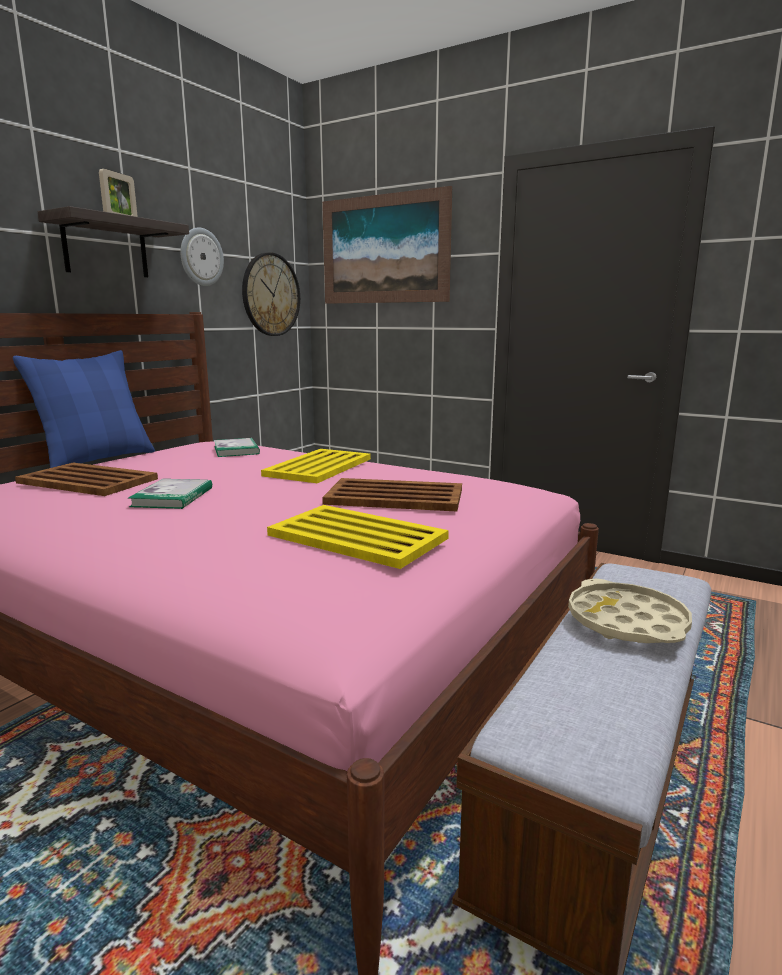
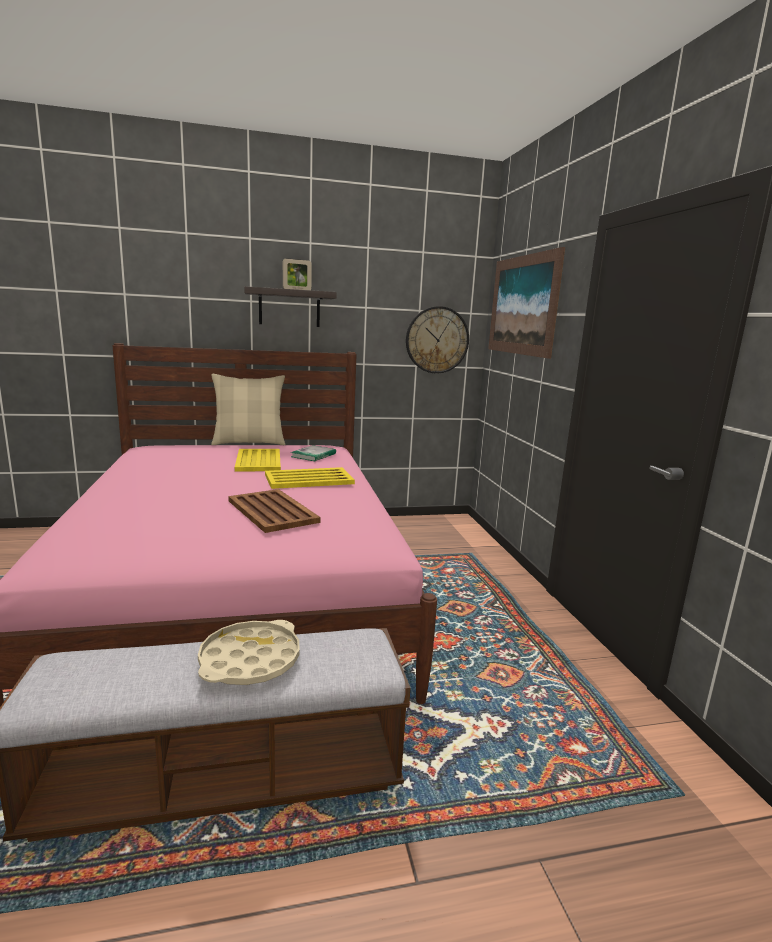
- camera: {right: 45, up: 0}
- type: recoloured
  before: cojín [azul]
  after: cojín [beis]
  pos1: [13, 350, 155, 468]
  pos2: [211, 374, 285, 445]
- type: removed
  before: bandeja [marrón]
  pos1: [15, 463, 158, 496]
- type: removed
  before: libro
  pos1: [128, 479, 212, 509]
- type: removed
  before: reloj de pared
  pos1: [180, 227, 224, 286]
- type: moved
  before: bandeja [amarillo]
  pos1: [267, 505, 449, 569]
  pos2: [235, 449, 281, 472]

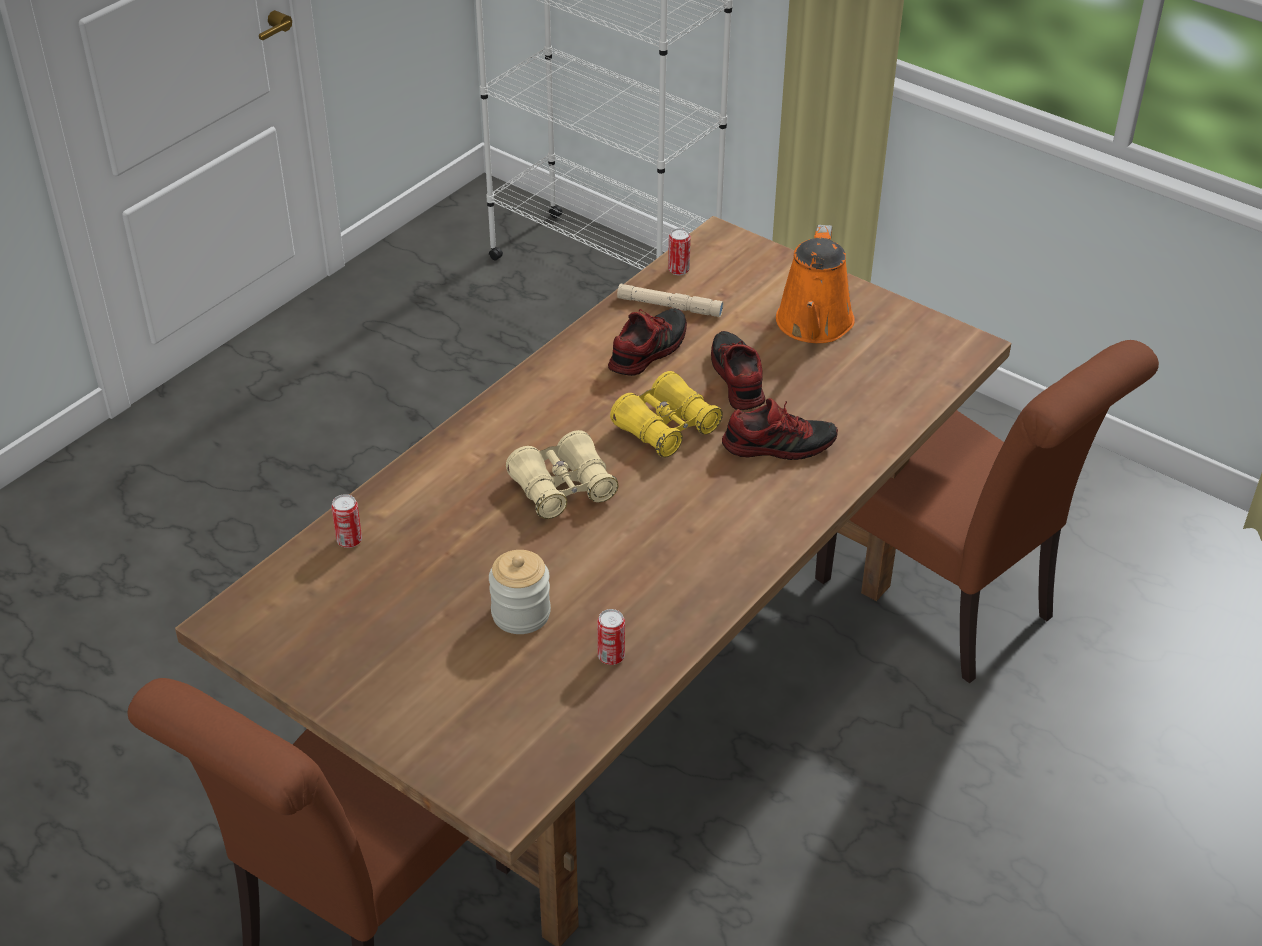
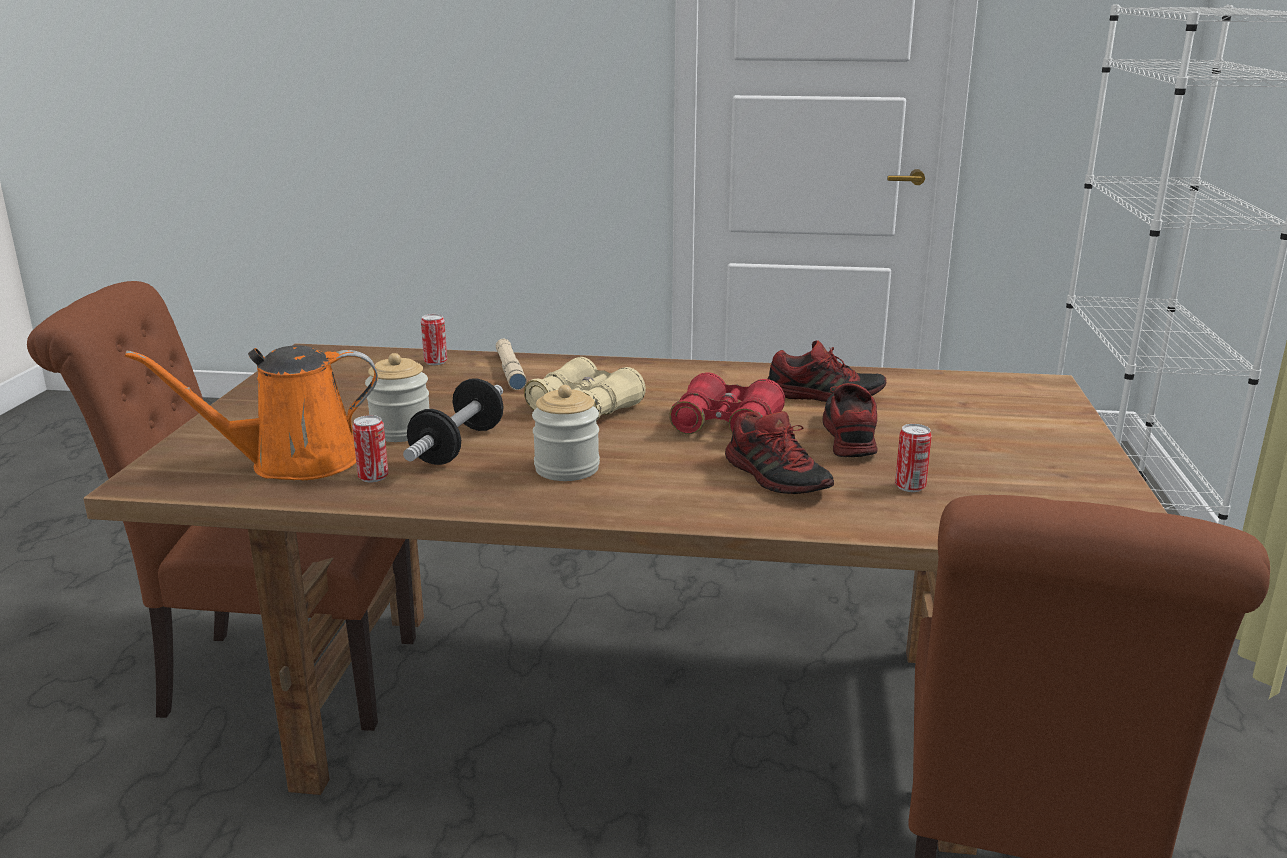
- camera: {right: 60, up: -20}
- type: recoloured
  before: prismáticos [amarillo]
  after: prismáticos [rojo]
  pos1: [610, 371, 723, 458]
  pos2: [669, 372, 785, 434]
- type: moved
  before: linterna [beis]
  pos1: [617, 284, 723, 317]
  pos2: [496, 339, 527, 390]
- type: moved
  before: lata
  pos1: [668, 228, 691, 275]
  pos2: [895, 424, 932, 492]
- type: turned
  before: zapato
  pos1: [711, 331, 765, 410]
  pos2: [823, 383, 878, 457]
  turn: -45
- type: moved
  before: regadera [naranja]
  pos1: [776, 225, 855, 343]
  pos2: [125, 345, 378, 480]
- type: added
  after: mancuerna
  pos2: [403, 378, 504, 465]
- type: added
  after: tarro
  pos2: [532, 385, 600, 481]

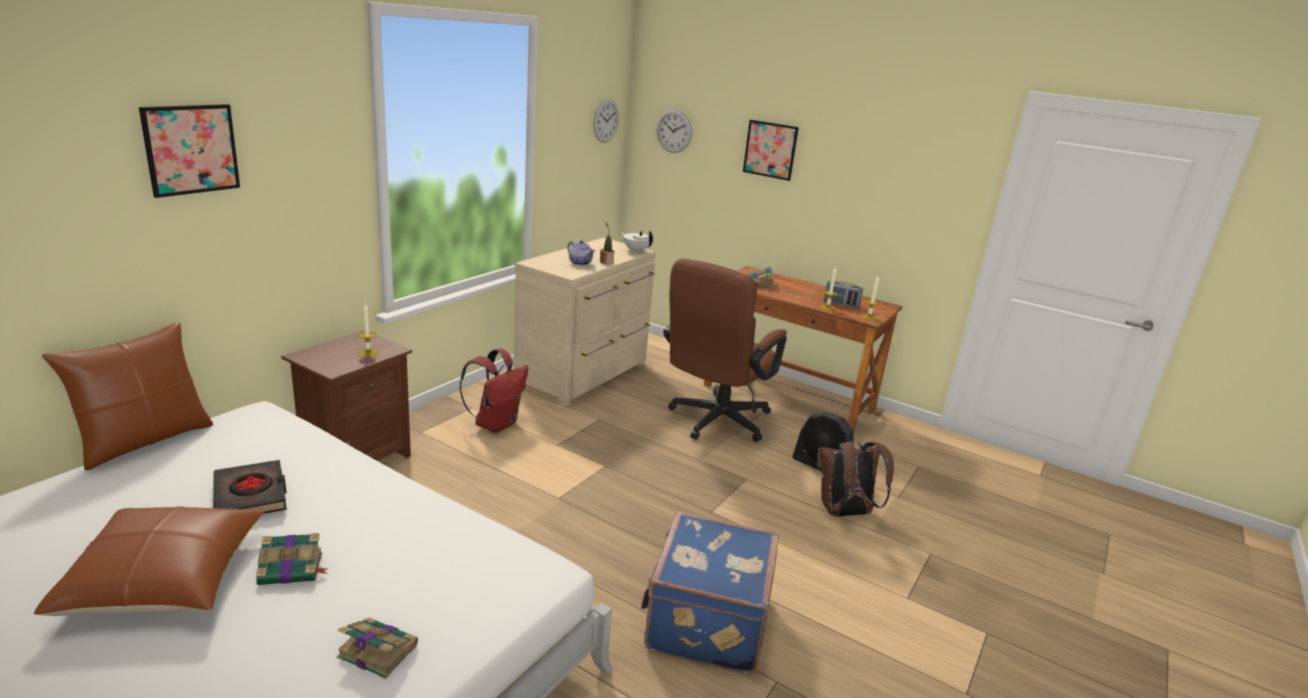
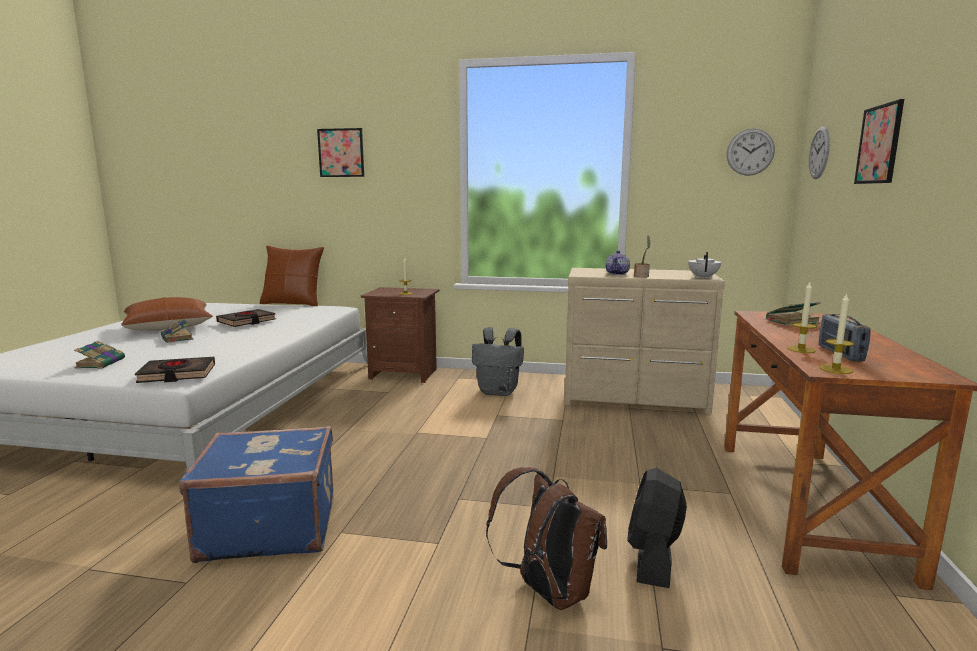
- camera: {right: 70, up: -10}
- type: recoloured
  before: mochila [rojo]
  after: mochila [gris]
  pos1: [460, 349, 528, 433]
  pos2: [472, 327, 524, 396]
- type: removed
  before: silla de oficina [marrón]
  pos1: [663, 259, 787, 442]
- type: added
  after: libro [negro]
  pos2: [135, 357, 215, 383]

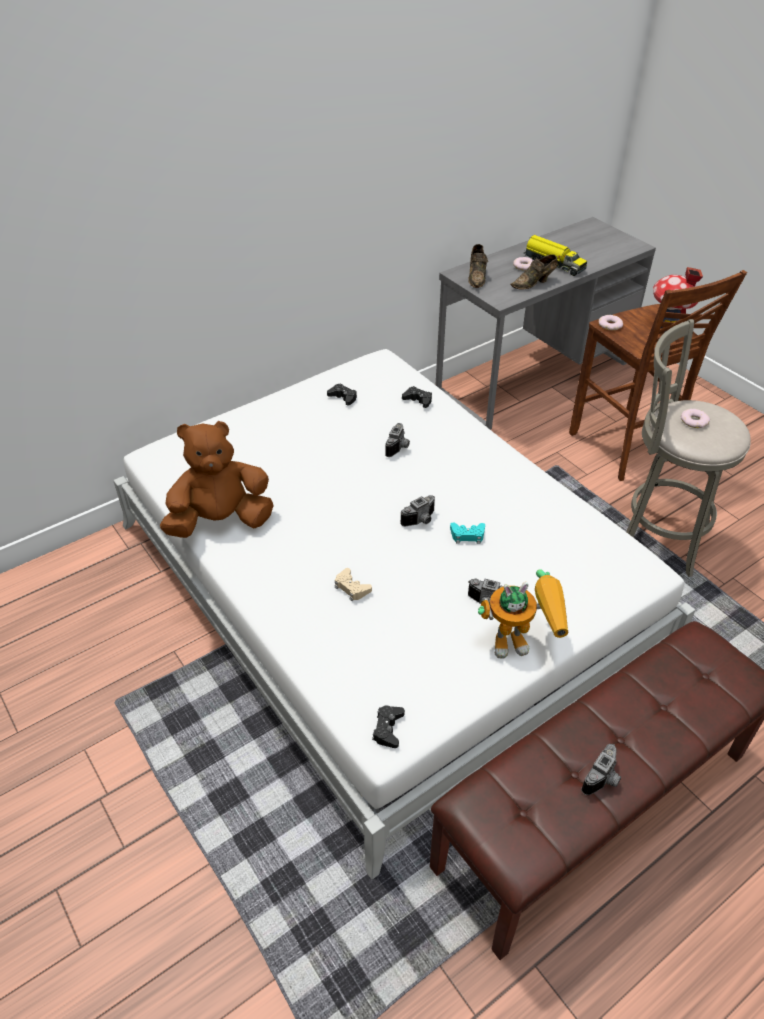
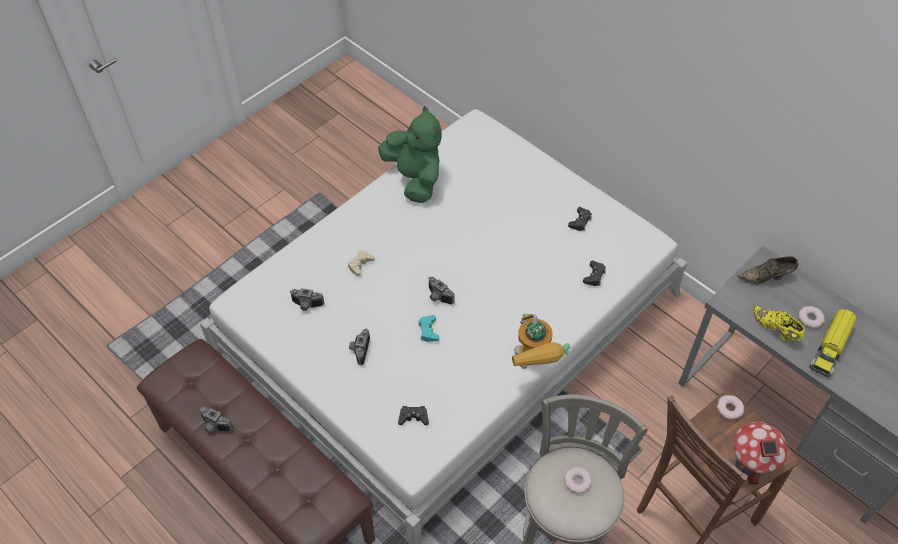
- camera: {right: 80, up: 10}
- type: recoloured
  before: peluche [marrón]
  after: peluche [verde]
  pos1: [160, 421, 274, 538]
  pos2: [378, 106, 442, 203]
- type: moved
  before: mando de consola [negro]
  pos1: [372, 705, 405, 748]
  pos2: [398, 406, 429, 425]
- type: moved
  before: cámara
  pos1: [385, 423, 410, 457]
  pos2: [290, 288, 324, 311]
- type: moved
  before: robot de juguete
  pos1: [478, 569, 569, 658]
  pos2: [512, 313, 570, 369]
- type: recoloured
  before: zapato [marrón]
  after: zapato [amarillo]
  pos1: [511, 254, 558, 289]
  pos2: [753, 304, 805, 341]

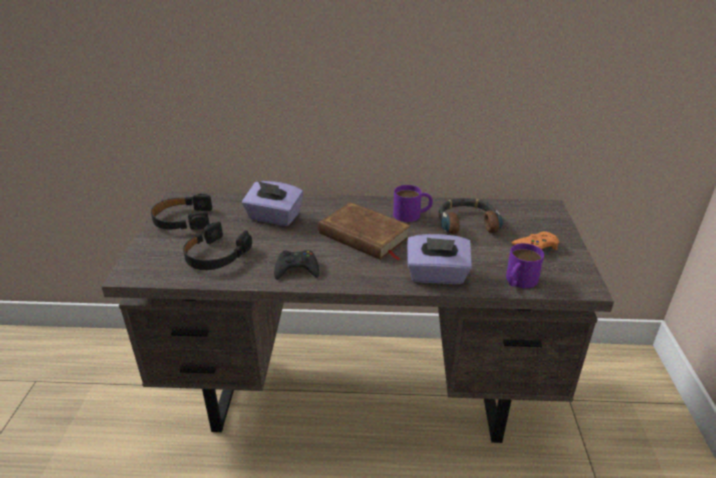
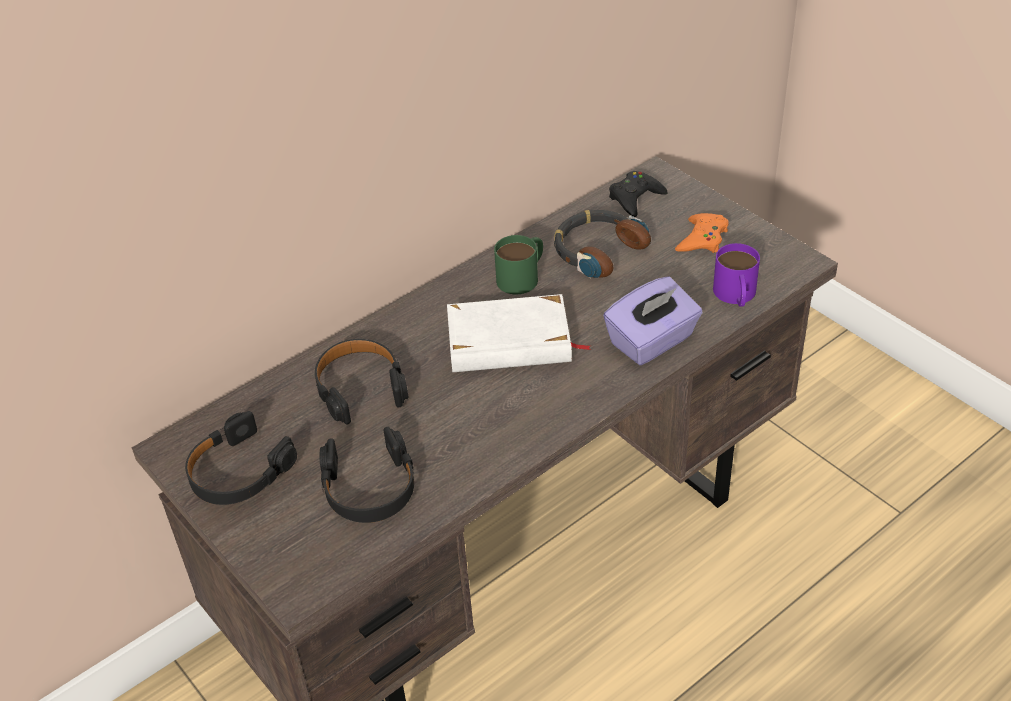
- camera: {right: -40, up: 10}
- type: replaced
  before: caja de pañuelos [morado]
  after: auriculares [negro]
  pos1: [242, 181, 303, 226]
  pos2: [315, 339, 409, 425]
- type: moved
  before: mando de consola [negro]
  pos1: [274, 250, 320, 280]
  pos2: [609, 171, 668, 217]
- type: recoloured
  before: libro [marrón]
  after: libro [blanco]
  pos1: [319, 202, 411, 261]
  pos2: [447, 294, 591, 372]
- type: recoloured
  before: taza grande [morado]
  after: taza grande [verde]
  pos1: [393, 185, 433, 222]
  pos2: [494, 235, 543, 294]

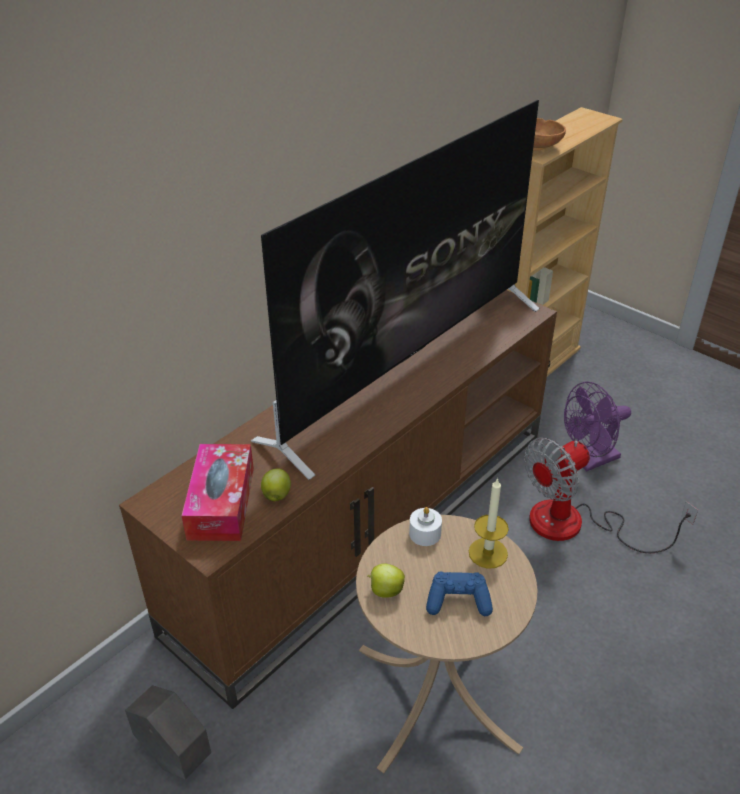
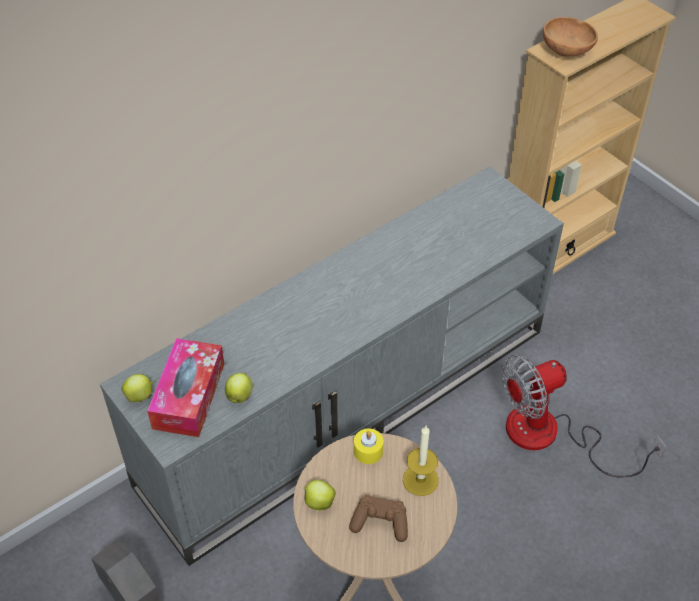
- camera: {right: 10, up: 10}
- type: recoloured
  before: mueble de televisión [marrón]
  after: mueble de televisión [gris]
  pos1: [119, 290, 557, 709]
  pos2: [100, 166, 564, 566]
- type: removed
  before: televisor
  pos1: [251, 100, 540, 480]
- type: recoloured
  before: vela [blanco]
  after: vela [amarillo]
  pos1: [409, 507, 442, 546]
  pos2: [354, 428, 384, 464]
- type: recoloured
  before: mando de consola [azul]
  after: mando de consola [marrón]
  pos1: [426, 572, 493, 616]
  pos2: [349, 495, 408, 542]
- type: removed
  before: ventilador [morado]
  pos1: [564, 382, 631, 471]
- type: added
  after: manzana
  pos2: [122, 374, 153, 402]

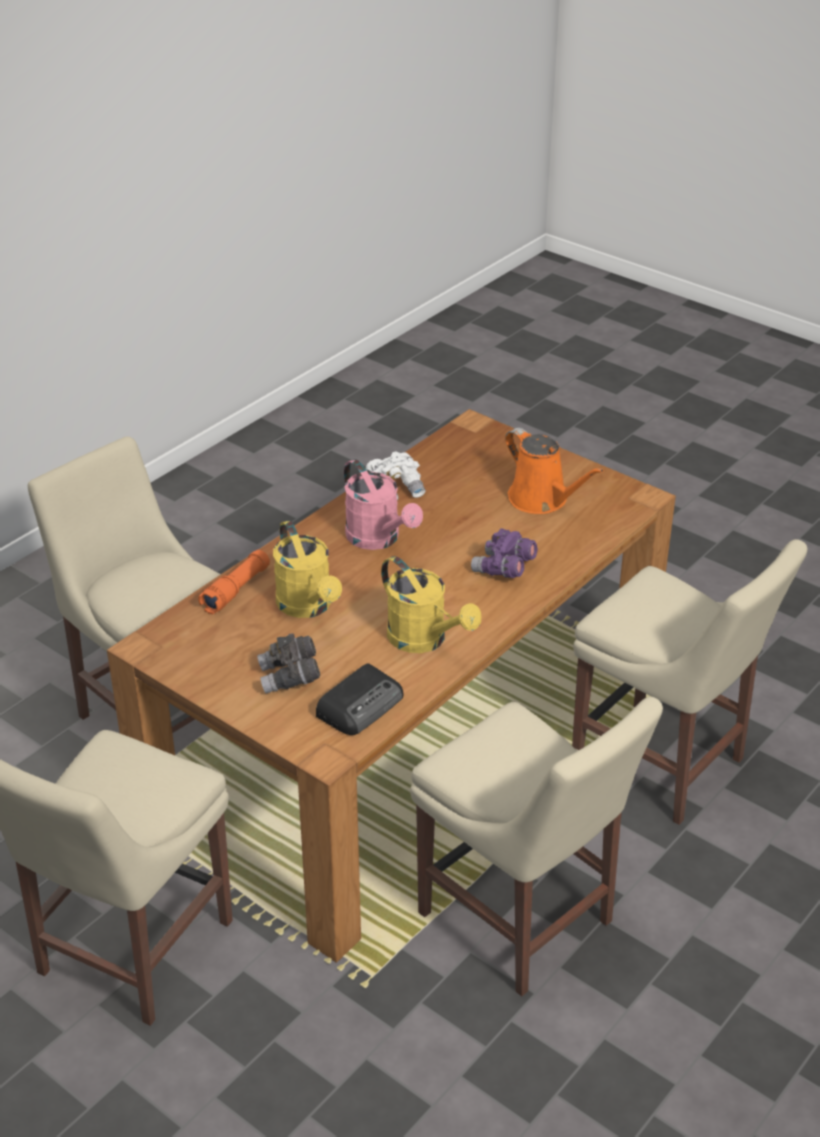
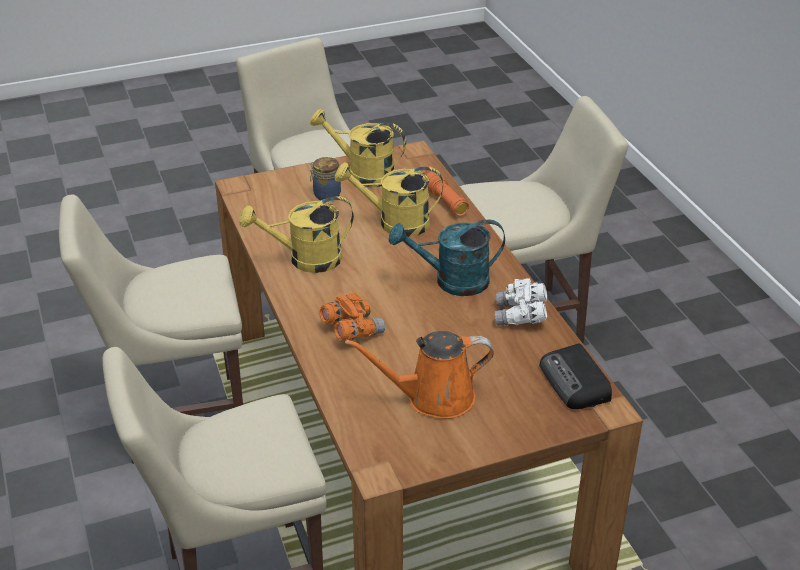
- camera: {right: 120, up: 0}
- type: replaced
  before: prismáticos [gris]
  after: tarro
  pos1: [257, 634, 320, 693]
  pos2: [310, 157, 341, 200]
- type: moved
  before: radio
  pos1: [316, 664, 404, 735]
  pos2: [540, 343, 612, 409]
- type: recoloured
  before: regadera [rosa]
  after: regadera [turquesa]
  pos1: [344, 459, 423, 550]
  pos2: [389, 220, 505, 296]
- type: recoloured
  before: prismáticos [morado]
  after: prismáticos [naranja]
  pos1: [471, 528, 538, 578]
  pos2: [319, 292, 385, 341]
- type: added
  after: regadera [amarillo]
  pos2: [310, 109, 406, 187]

